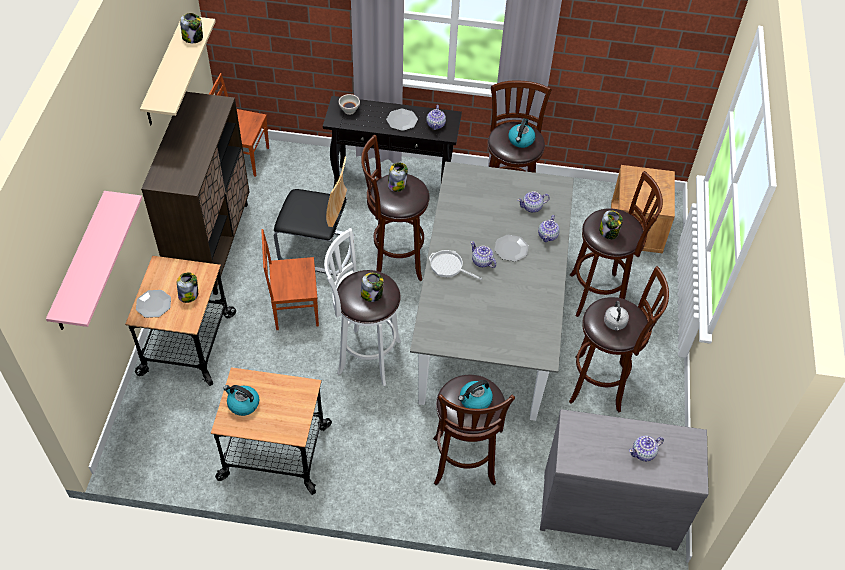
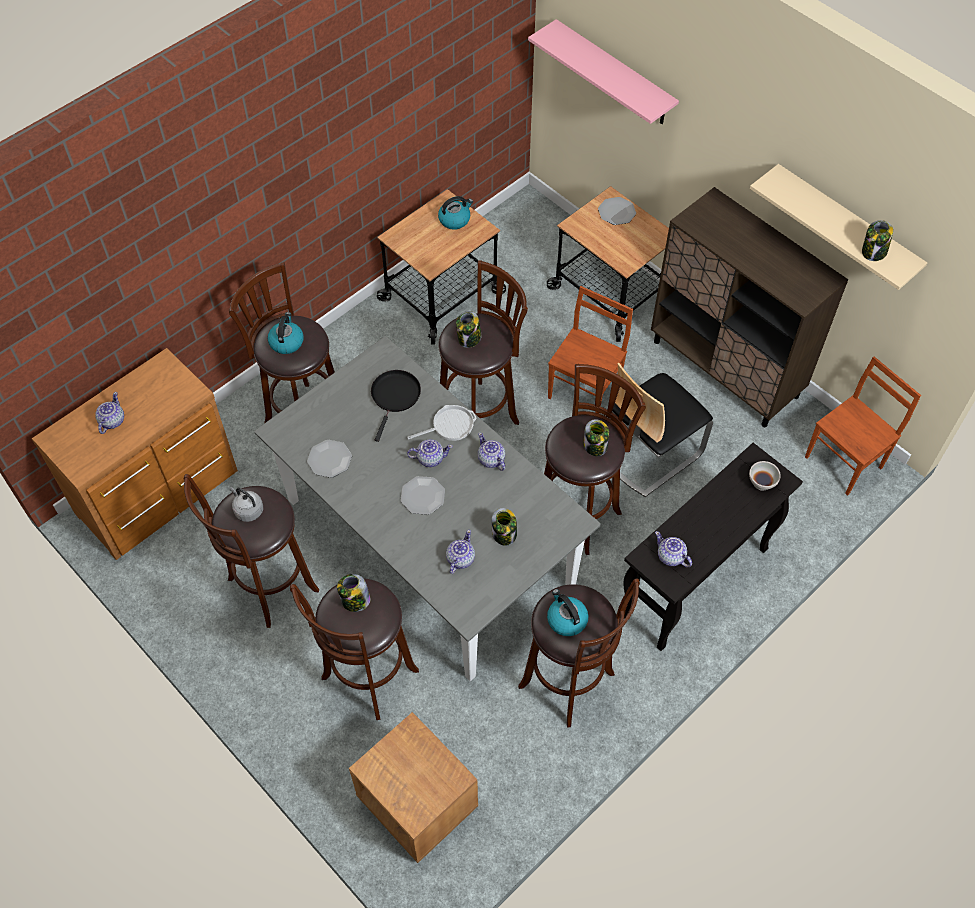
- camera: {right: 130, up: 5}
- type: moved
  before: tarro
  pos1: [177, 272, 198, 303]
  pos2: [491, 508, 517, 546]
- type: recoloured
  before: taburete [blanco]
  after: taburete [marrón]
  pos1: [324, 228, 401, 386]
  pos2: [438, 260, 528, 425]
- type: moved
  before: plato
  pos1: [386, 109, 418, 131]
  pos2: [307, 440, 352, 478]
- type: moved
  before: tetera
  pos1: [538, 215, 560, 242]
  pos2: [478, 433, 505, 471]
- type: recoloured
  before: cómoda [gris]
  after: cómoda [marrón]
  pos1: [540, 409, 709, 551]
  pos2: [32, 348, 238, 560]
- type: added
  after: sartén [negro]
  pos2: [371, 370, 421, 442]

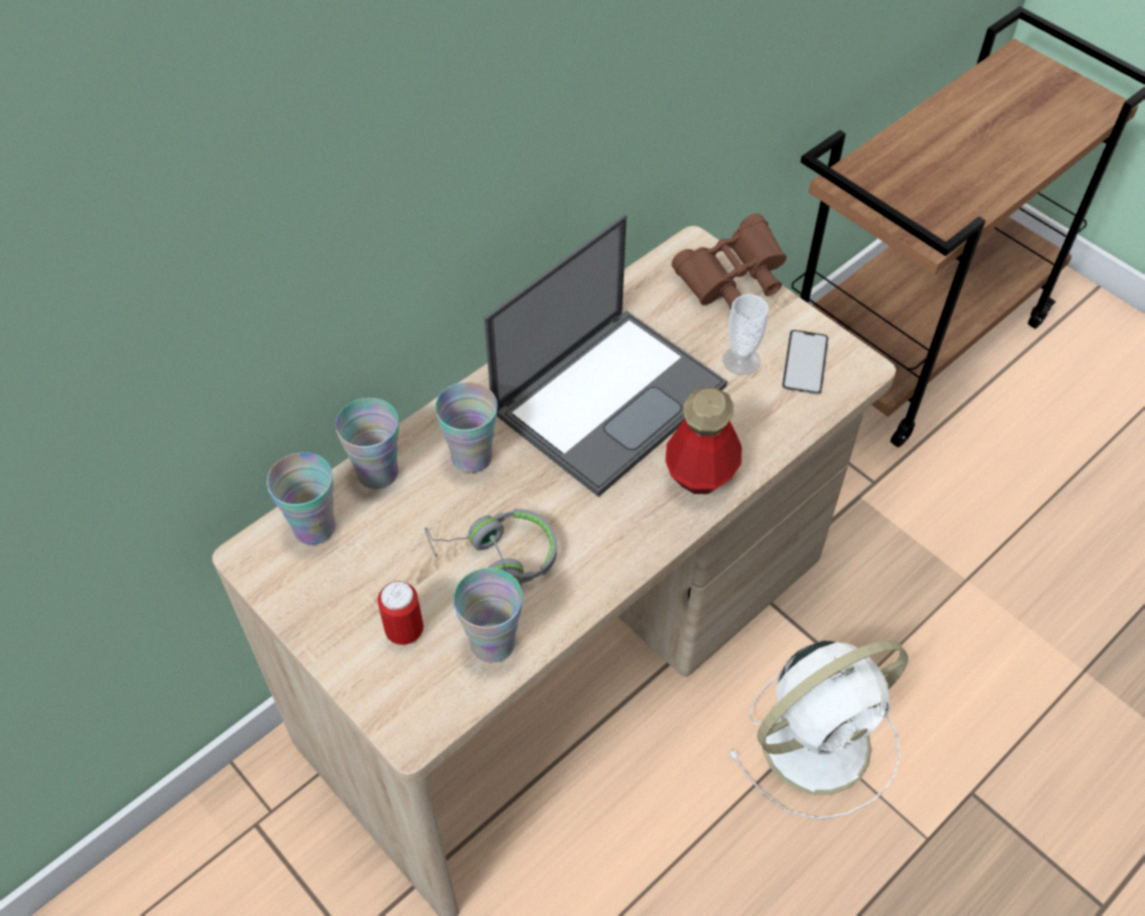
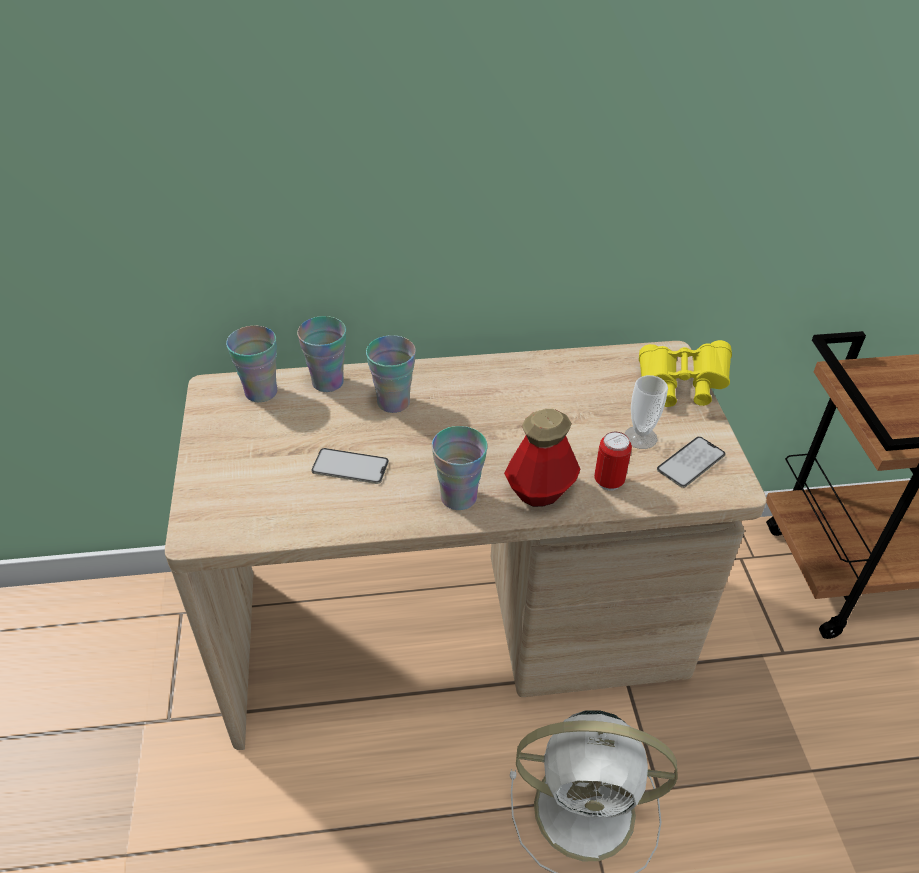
- camera: {right: 35, up: -10}
- type: moved
  before: lata
  pos1: [378, 581, 424, 645]
  pos2: [594, 432, 632, 491]
- type: replaced
  before: auriculares [gris]
  after: móvil
  pos1: [425, 509, 557, 585]
  pos2: [311, 448, 389, 484]
- type: moved
  before: taza
  pos1: [453, 568, 523, 663]
  pos2: [432, 426, 488, 510]
- type: removed
  before: portátil
  pos1: [484, 214, 727, 497]
- type: recoloured
  before: prismáticos [marrón]
  after: prismáticos [amarillo]
  pos1: [672, 214, 787, 310]
  pos2: [639, 340, 732, 407]

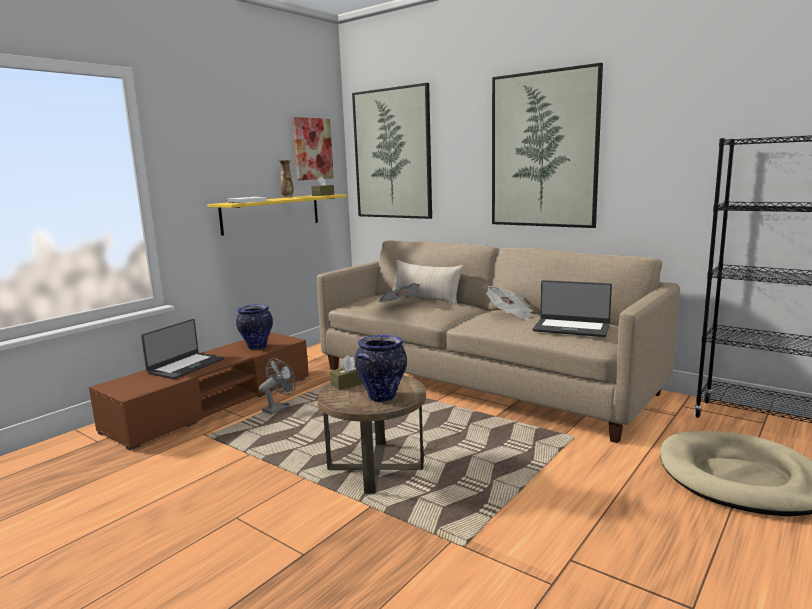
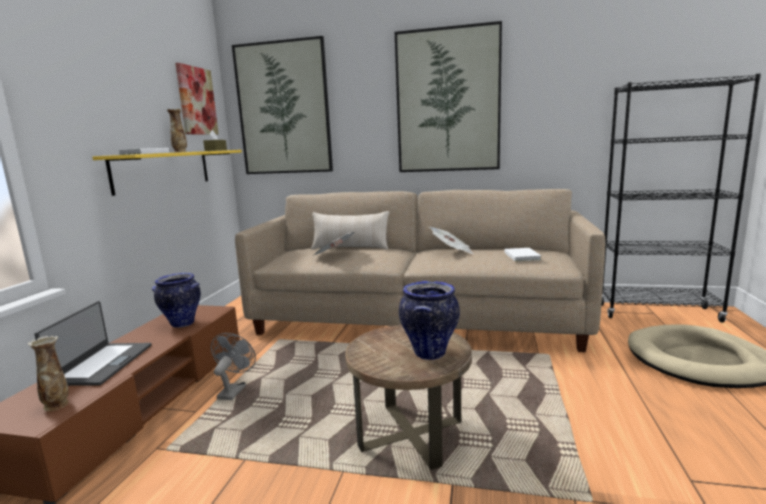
- camera: {right: -25, up: 0}
- type: removed
  before: caja de pañuelos [marrón]
  pos1: [330, 355, 363, 390]
- type: replaced
  before: portátil
  after: libro [blanco]
  pos1: [533, 280, 612, 337]
  pos2: [505, 248, 541, 261]
- type: added
  after: florero
  pos2: [28, 336, 69, 411]

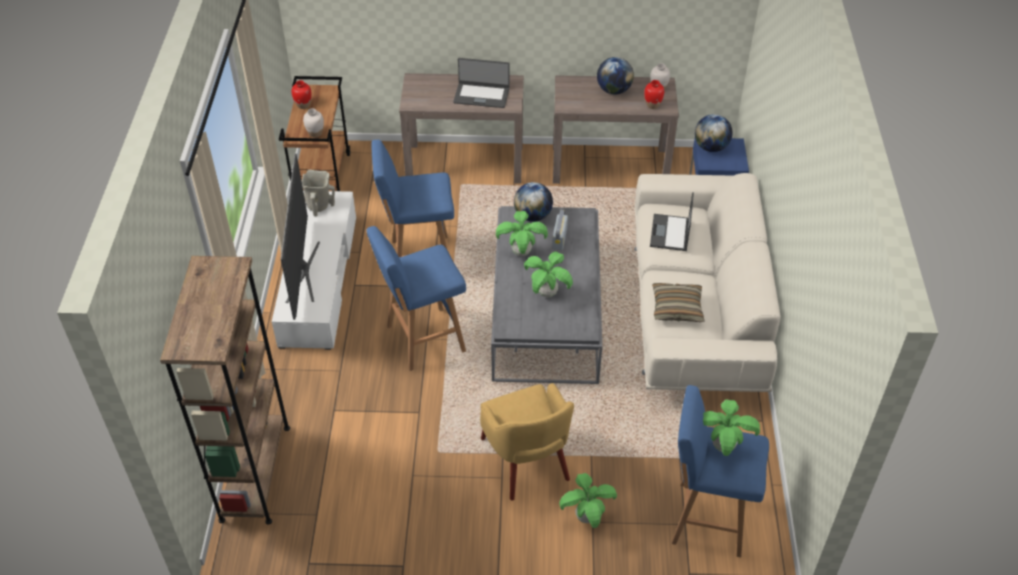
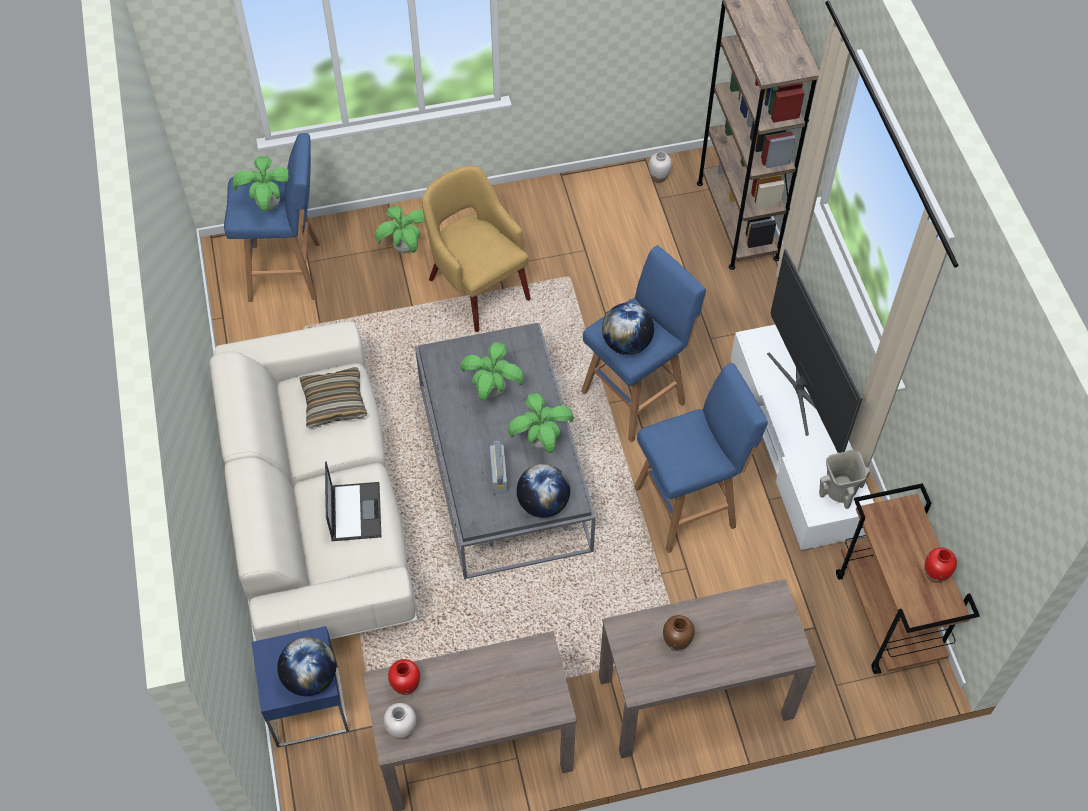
- camera: {right: 165, up: 10}
- type: moved
  before: florero [blanco]
  pos1: [303, 108, 324, 138]
  pos2: [649, 151, 672, 183]
- type: replaced
  before: portátil
  after: florero [marrón]
  pos1: [453, 58, 509, 108]
  pos2: [663, 615, 695, 651]
- type: moved
  before: globo terráqueo
  pos1: [597, 57, 634, 94]
  pos2: [602, 303, 654, 355]

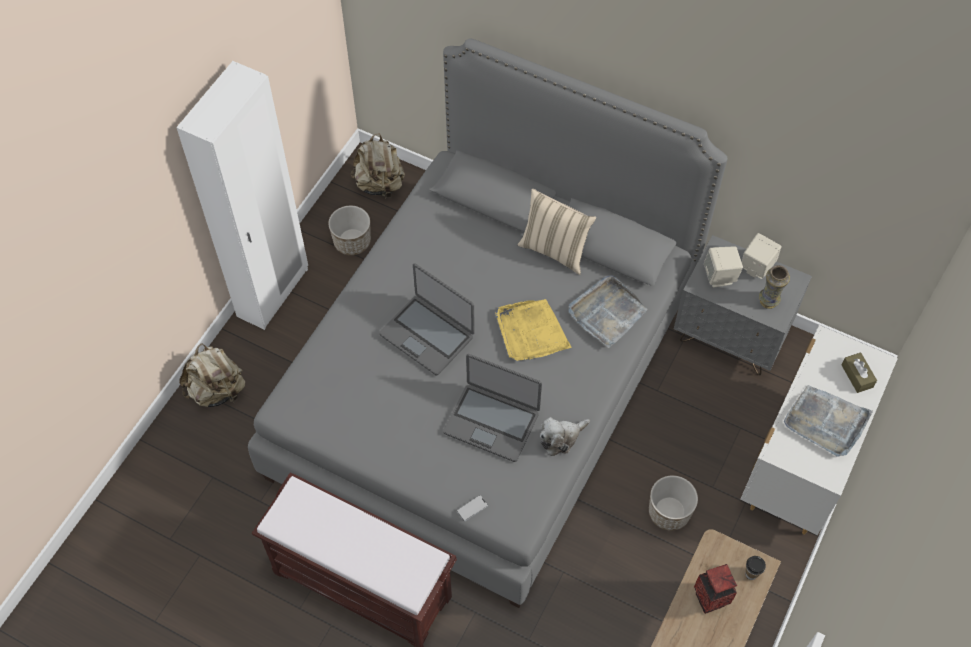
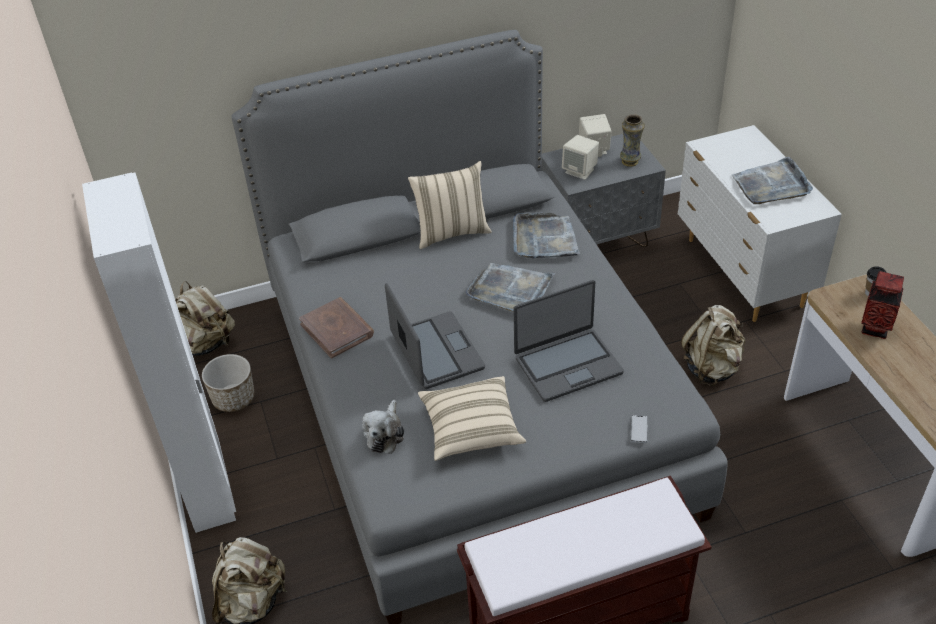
- camera: {right: -45, up: -15}
- type: turned
  before: portátil
  pos1: [379, 263, 475, 376]
  pos2: [385, 283, 485, 389]
  turn: -105
- type: recoloured
  before: bandeja [amarillo]
  after: bandeja [gris]
  pos1: [496, 299, 572, 361]
  pos2: [466, 263, 555, 312]
- type: moved
  before: peluche
  pos1: [540, 417, 590, 456]
  pos2: [362, 400, 404, 454]
- type: replaced
  before: maceta
  after: mochila [beis]
  pos1: [649, 475, 698, 531]
  pos2: [681, 305, 745, 386]
- type: removed
  before: caja de pañuelos [marrón]
  pos1: [841, 352, 877, 393]
- type: added
  after: libro [marrón]
  pos2: [299, 297, 374, 359]
- type: added
  after: cojín [beis]
  pos2: [418, 376, 526, 461]

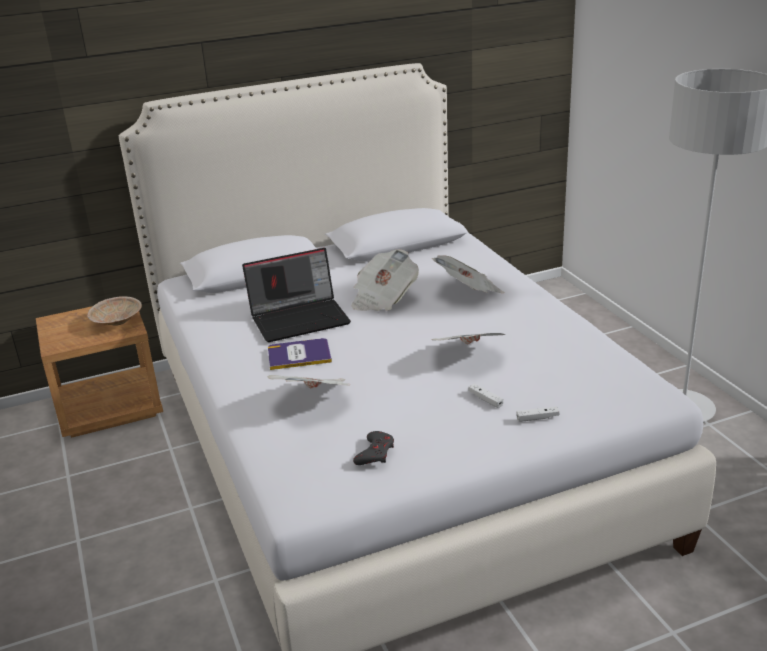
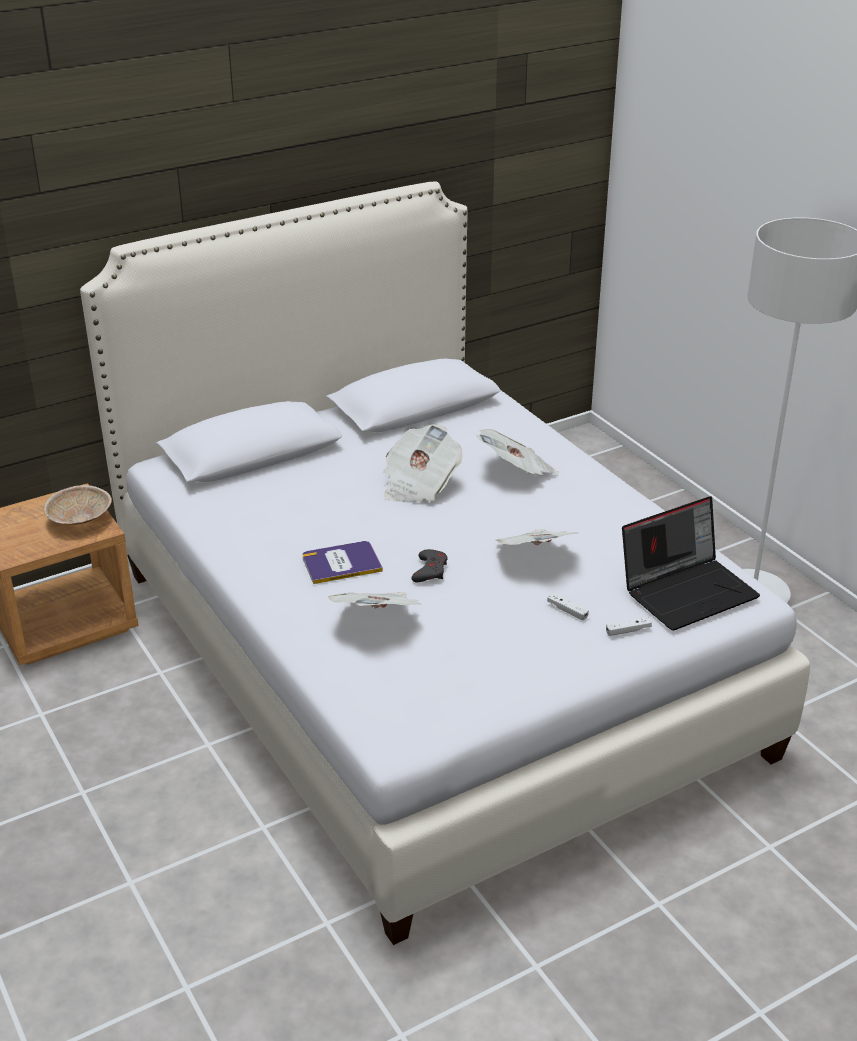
- camera: {right: -10, up: 5}
- type: moved
  before: portátil
  pos1: [242, 248, 351, 342]
  pos2: [622, 496, 760, 631]
- type: moved
  before: mando de consola [gris]
  pos1: [353, 431, 394, 465]
  pos2: [412, 549, 448, 583]

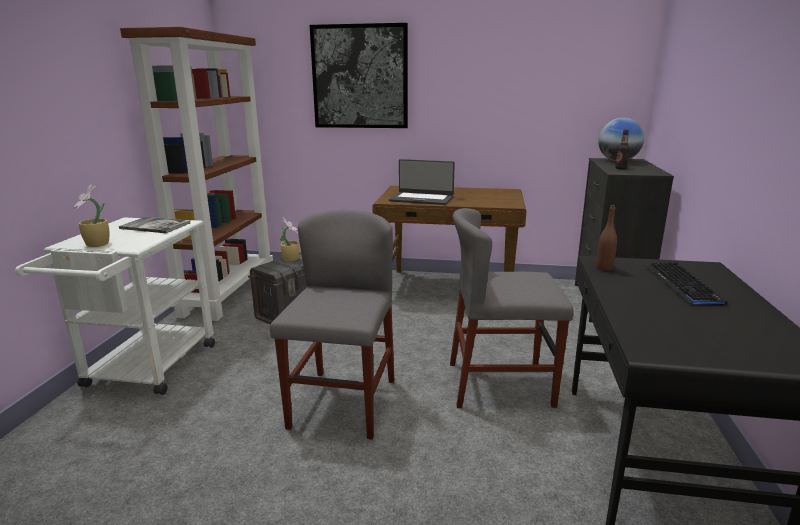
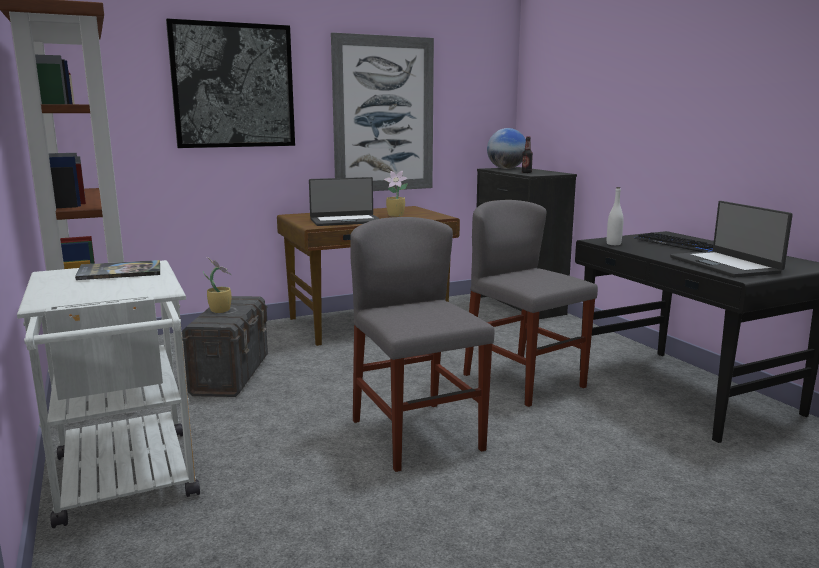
- camera: {right: -35, up: -5}
- type: moved
  before: planta en maceta
  pos1: [73, 184, 109, 247]
  pos2: [384, 171, 408, 217]
- type: turned
  before: silla [gris]
  pos1: [450, 208, 574, 408]
  pos2: [463, 200, 598, 407]
  turn: 90
- type: recoloured
  before: botella [marrón]
  after: botella [blanco]
  pos1: [596, 205, 617, 271]
  pos2: [607, 187, 624, 245]
- type: added
  after: cuadro
  pos2: [331, 33, 434, 191]
- type: added
  after: portátil
  pos2: [670, 201, 793, 278]

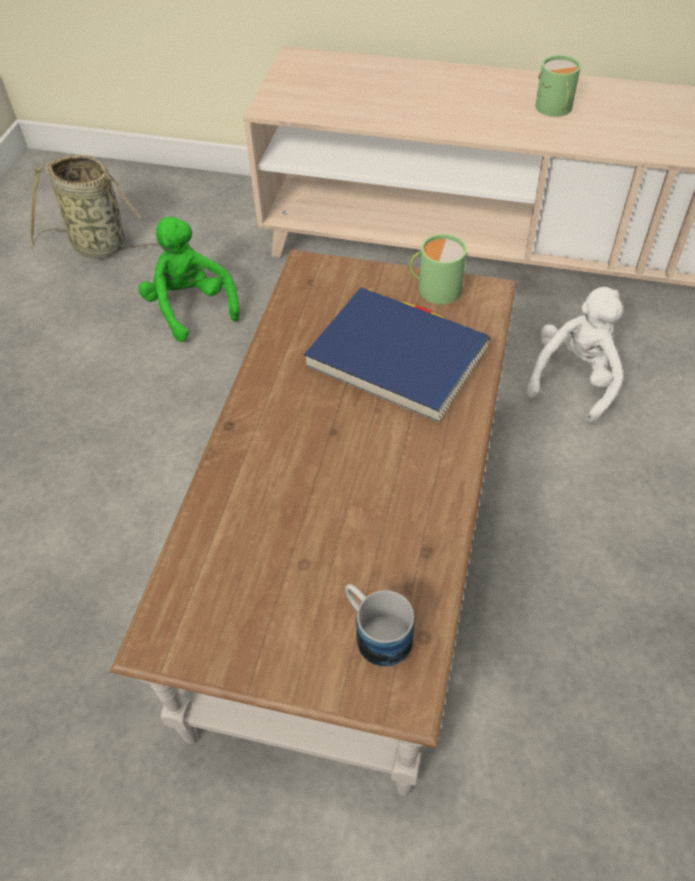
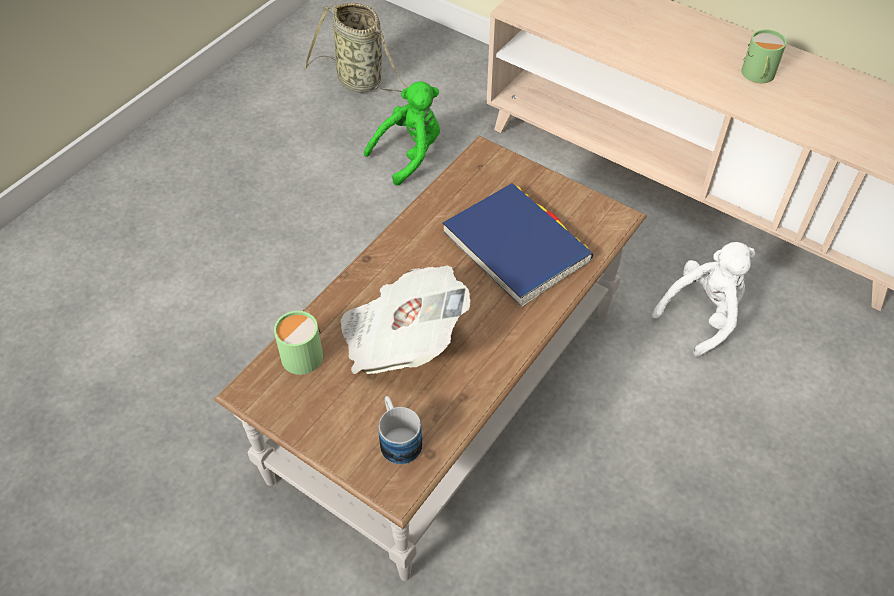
- camera: {right: 20, up: 0}
- type: turned
  before: peluche [verde]
  pos1: [139, 217, 240, 342]
  pos2: [364, 81, 440, 185]
  turn: 60
- type: moved
  before: taza grande [verde]
  pos1: [410, 234, 467, 304]
  pos2: [274, 311, 323, 375]
- type: added
  after: periódico
  pos2: [340, 266, 471, 374]

